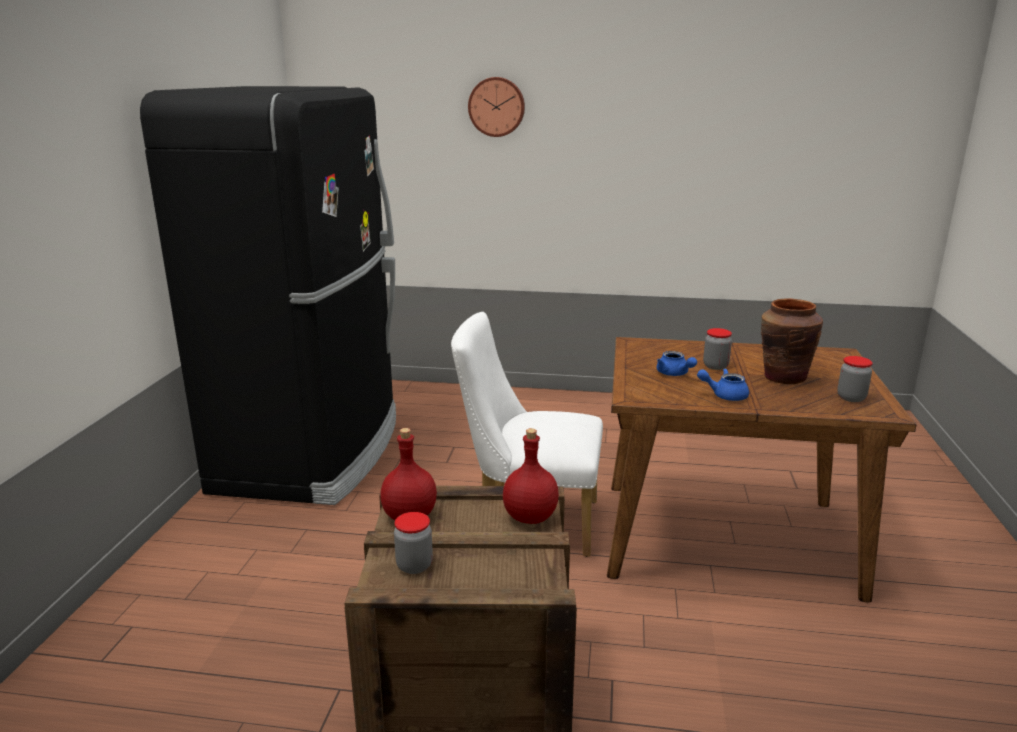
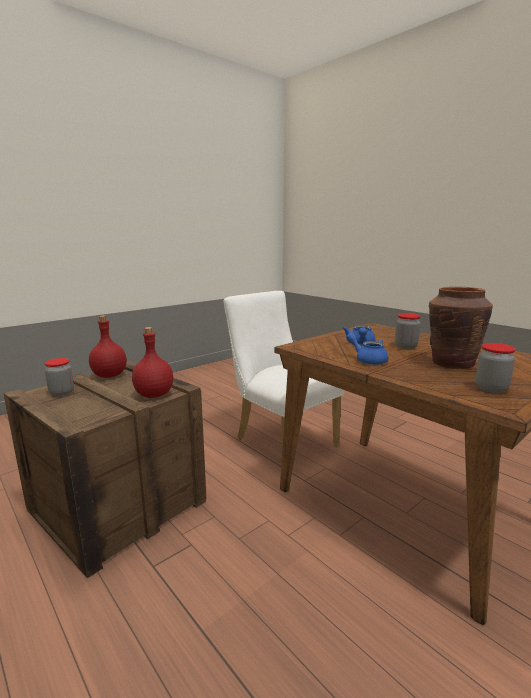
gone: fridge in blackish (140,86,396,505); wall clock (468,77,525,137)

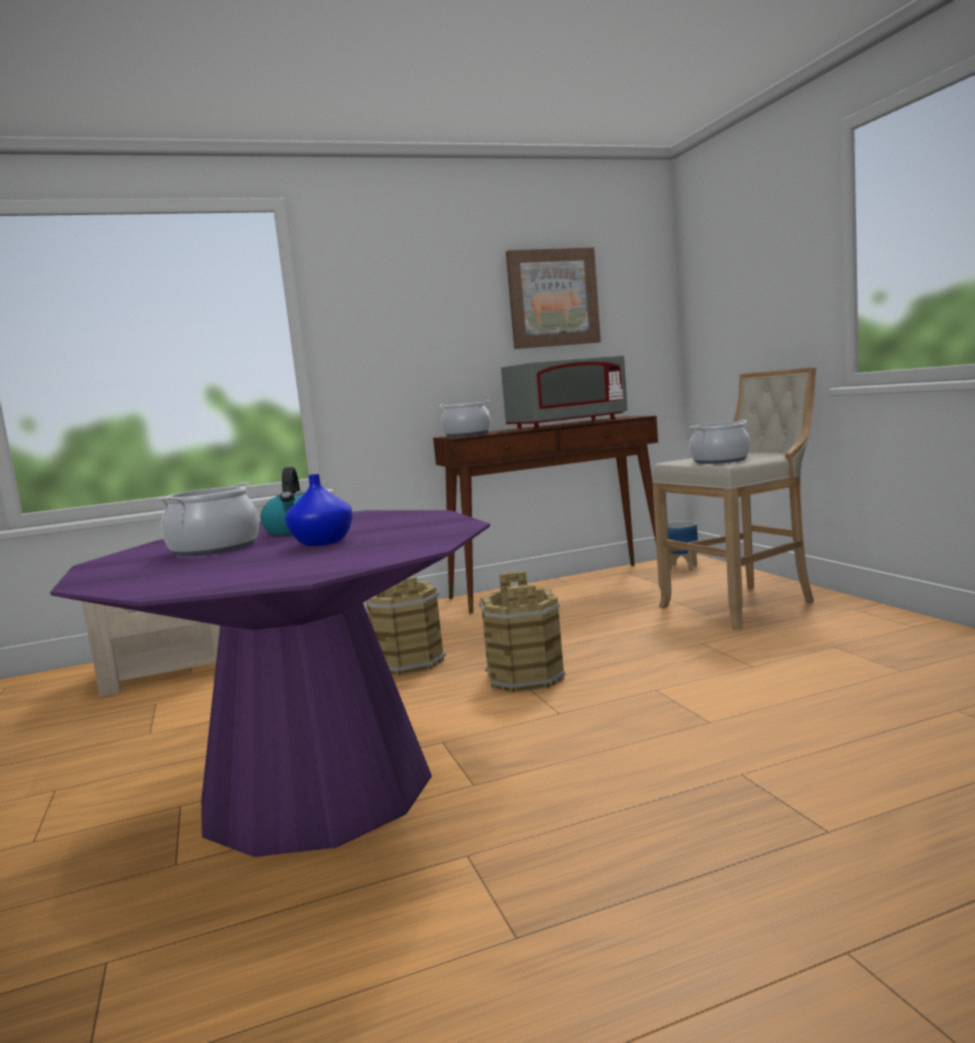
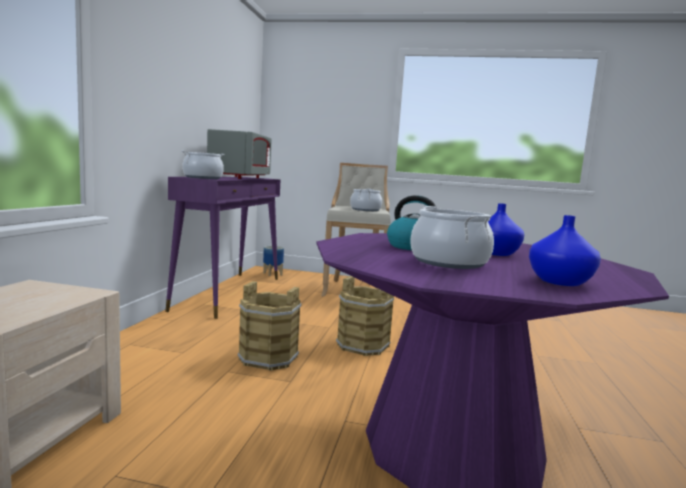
gone: wall picture (506,248,601,349)
new: vase in blue (529,215,601,286)
repainted: narrow table in brownish (433,416,658,614) to narrow table in purple (165,177,280,319)

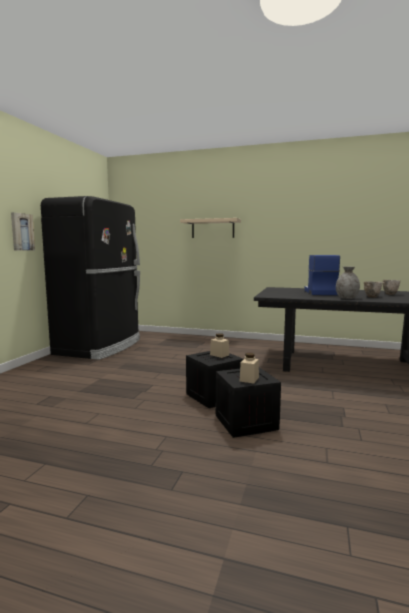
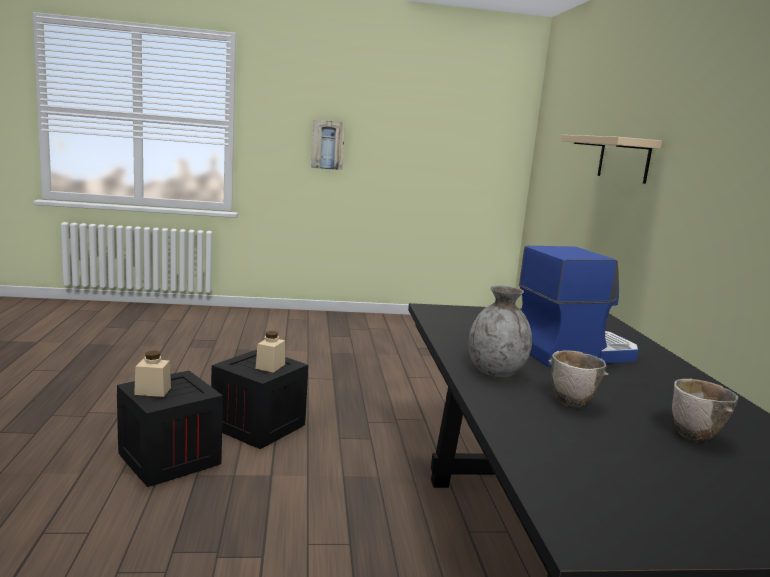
gone: fridge in blackish (41,196,140,360)

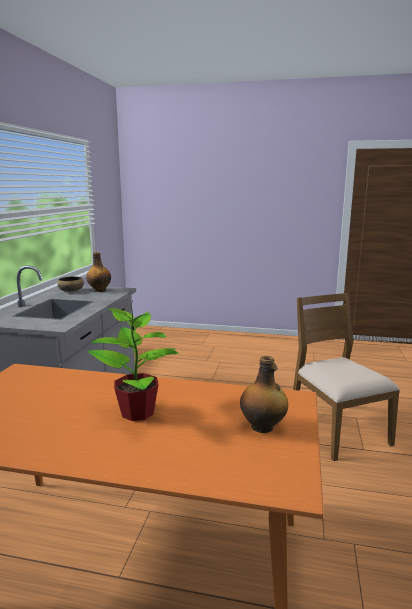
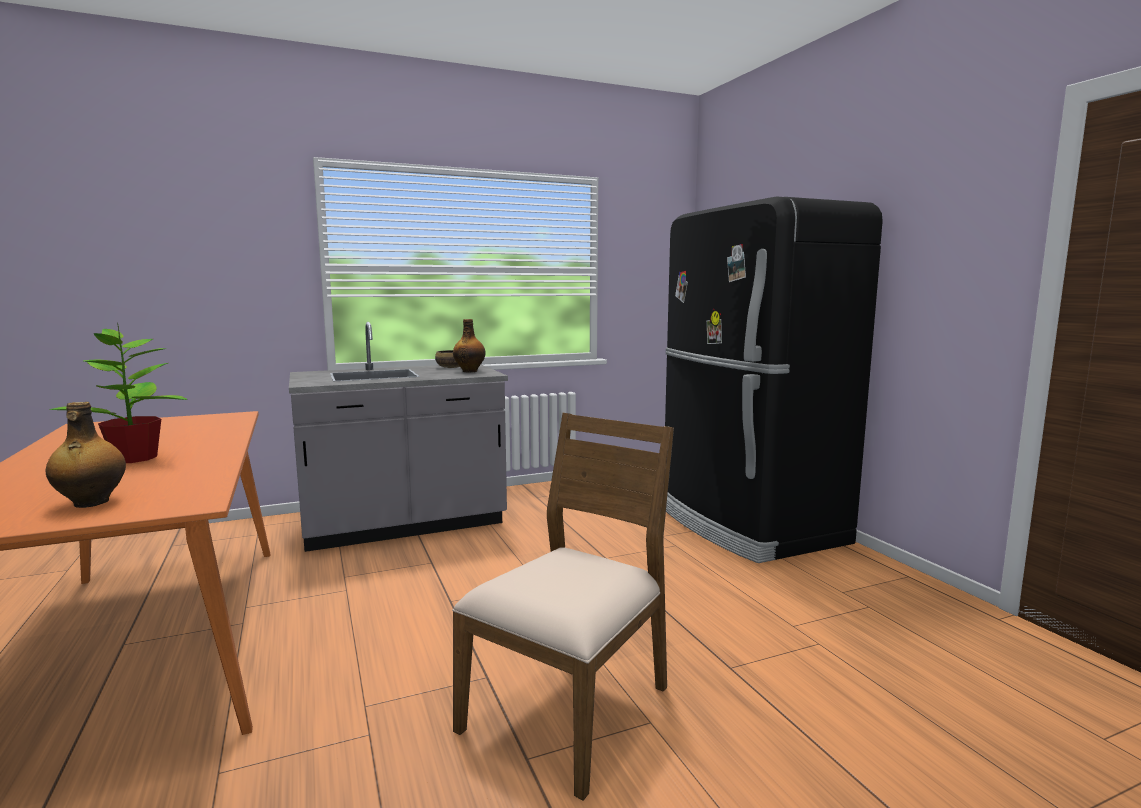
new: fridge in blackish (665,196,883,563)

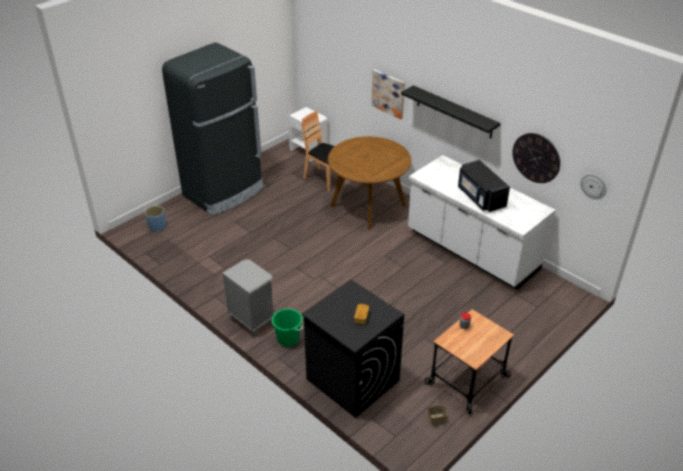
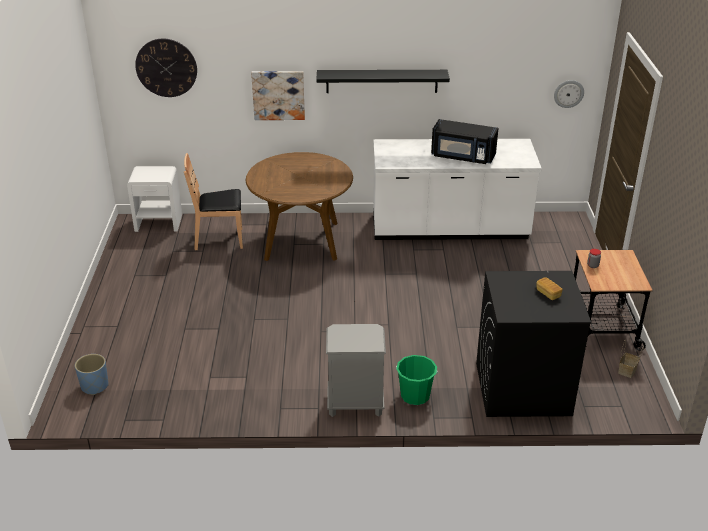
gone: fridge in blackish (162,42,263,216)
shifted: wall clock (513,133,560,183) to (135,39,197,97)

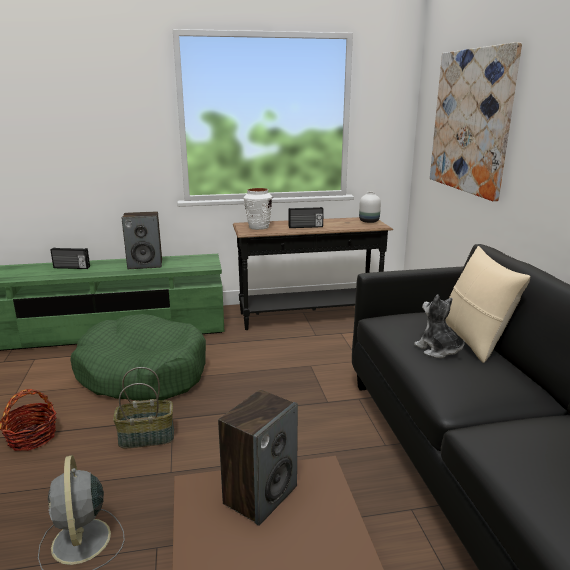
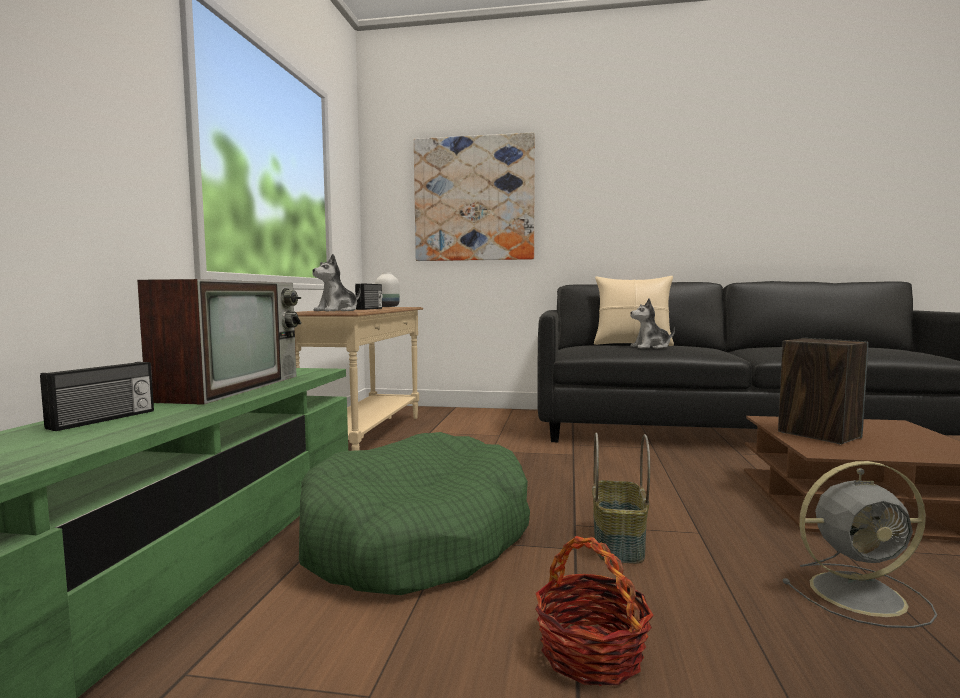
swapped: loudspeaker (122,212,162,269) to television (137,279,302,405); vase in white (244,188,272,230) to cuddly toy (312,254,360,311)
repainted: narrow table in blackish (233,217,393,330) to narrow table in sand-coloured (295,307,423,451)

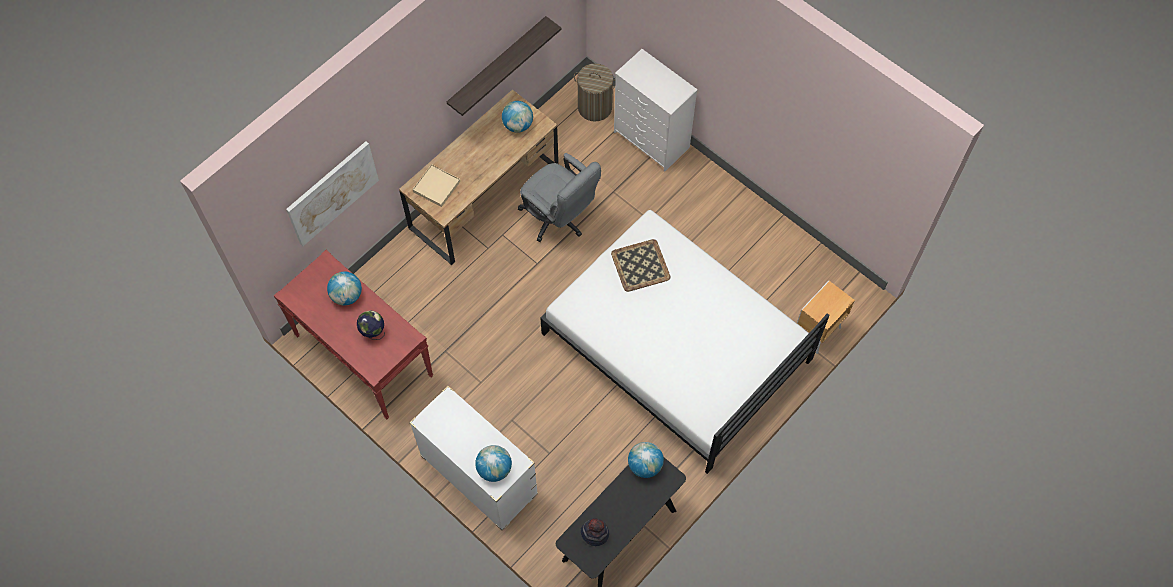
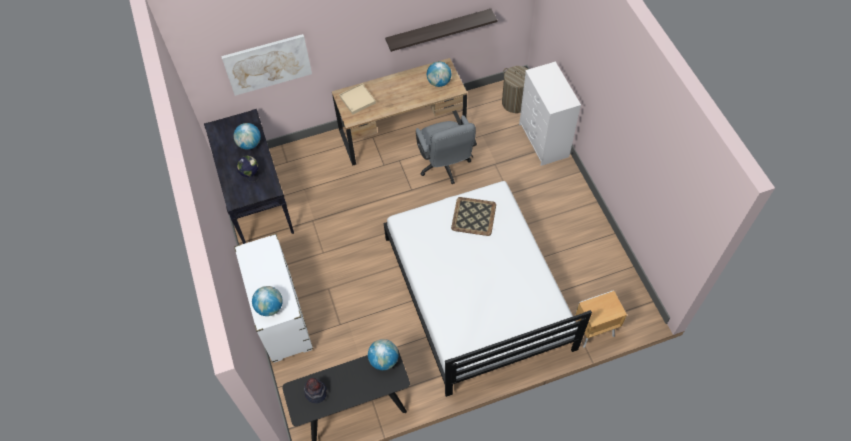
repainted: narrow table in red-coloured (274,250,433,419) to narrow table in blackish (204,109,294,244)

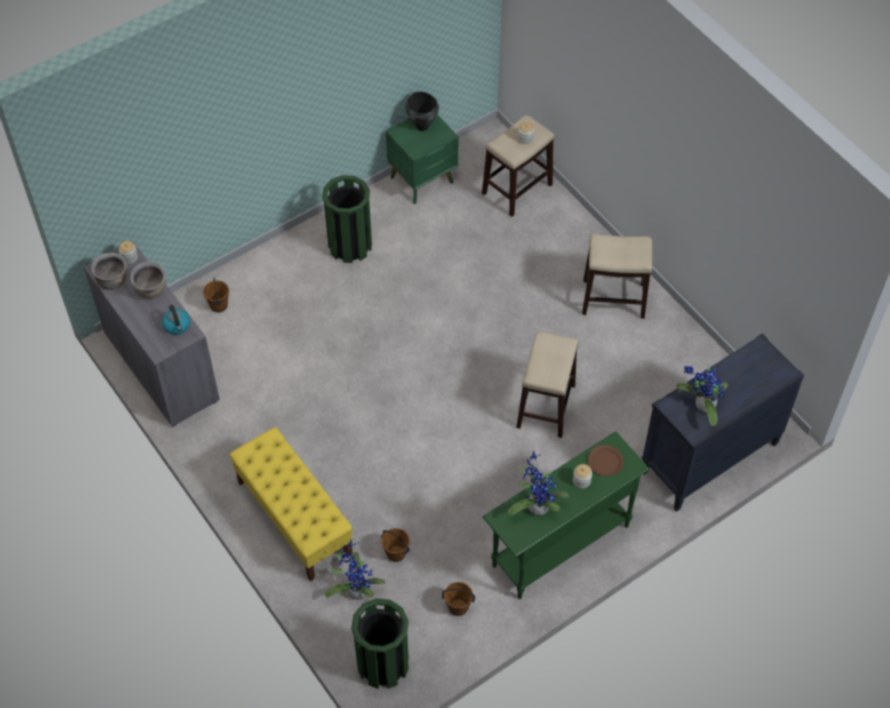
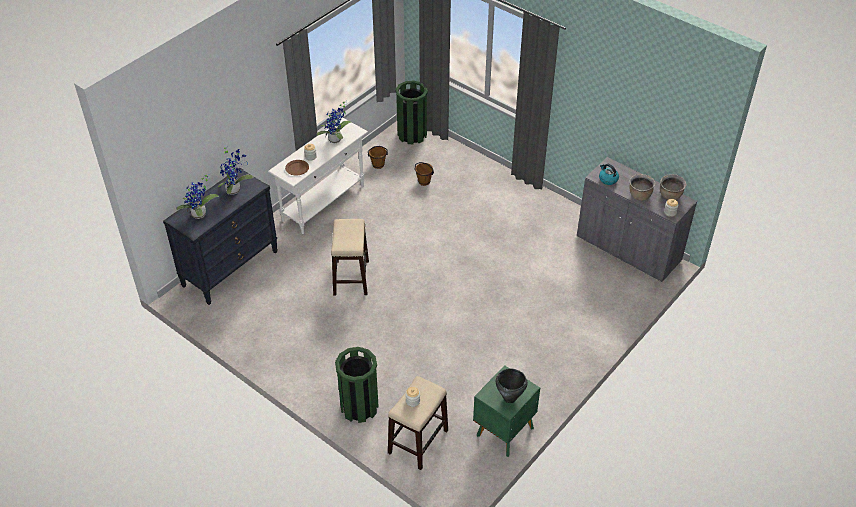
gone: pail in brownish (203,278,229,312); long seat in yellow-coloured (229,427,353,581); sitting stool (582,233,652,319)
shifted: houseplant (325,540,385,600) to (176,174,219,219); rubbish bin in greenish (322,175,372,263) to (335,347,379,423)
repainted: narrow table in greenish (483,431,650,599) to narrow table in white (268,118,368,234)

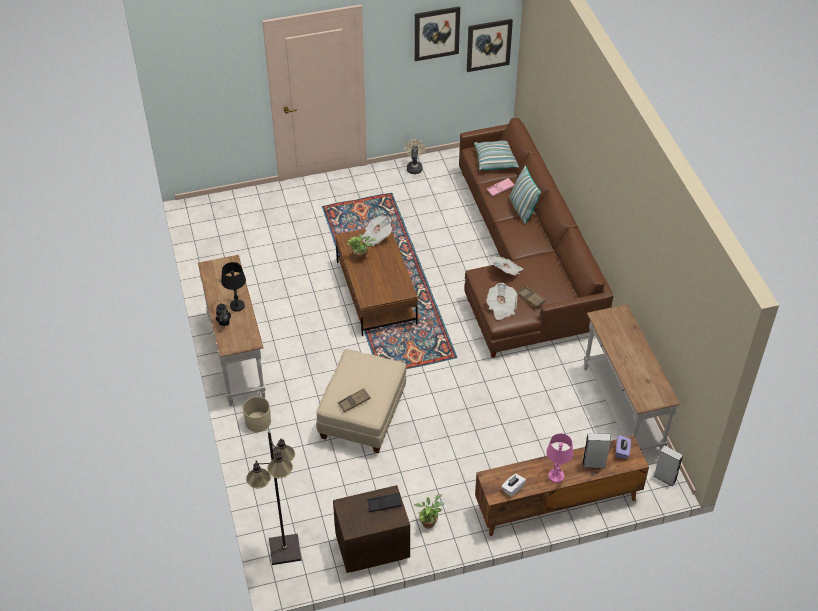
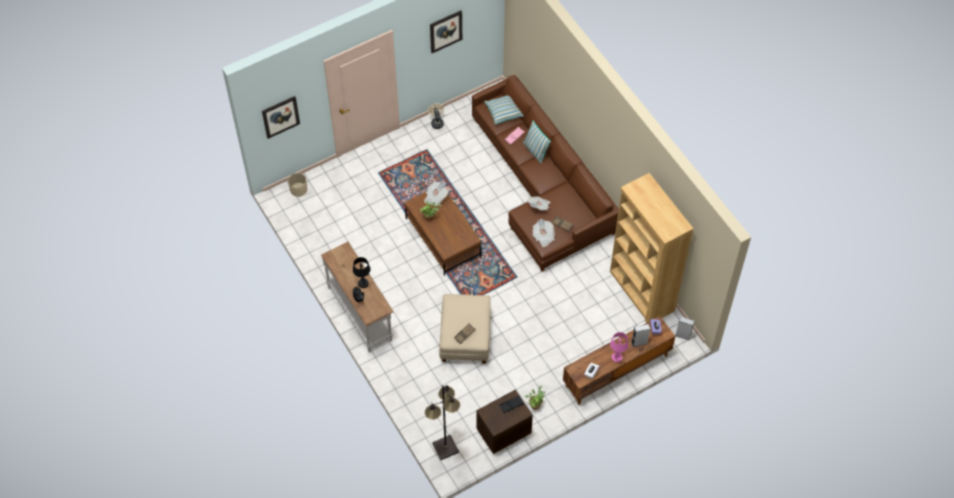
shifted: wall picture (467,19,513,72) to (262,96,300,139); planter in sand-coloured (243,397,271,432) to (288,173,307,197)
swapped: narrow table in white (584,304,680,451) to bookcase in brownish (610,173,694,323)

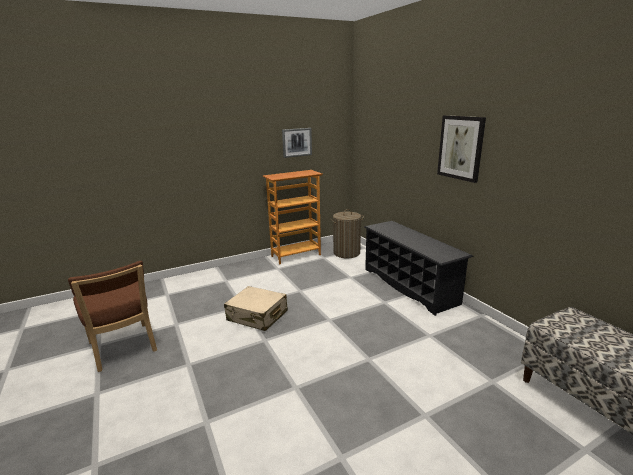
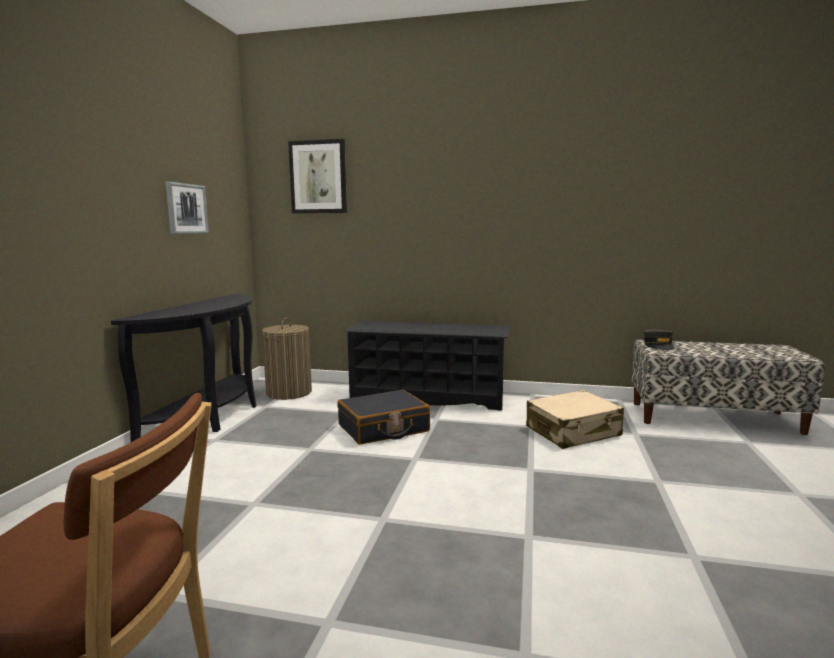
new: piece of luggage in blackish (337,390,430,444); baseball cap in greyish (644,329,674,350)
shifted: wall picture (437,115,486,183) to (288,139,347,214); piece of luggage in sand-coloured (224,286,288,331) to (526,390,624,449)
swapped: bookcase (263,170,322,264) to narrow table in blackish (111,294,256,442)

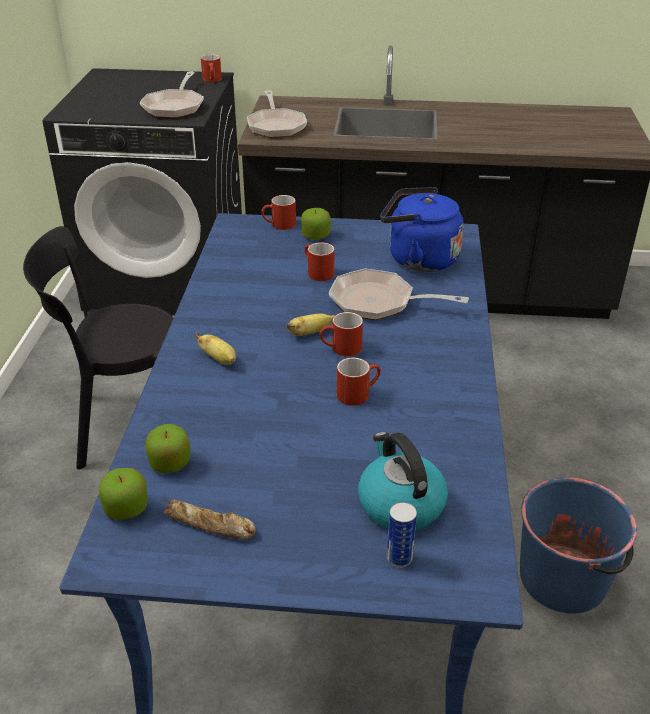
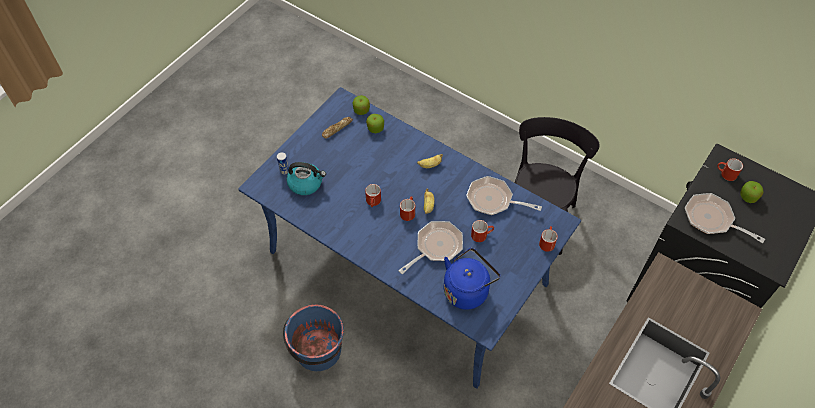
shifted: skillet (247,91,307,138) to (466,176,542,215); tea mug in red-coloured (201,54,222,82) to (718,158,743,181); apple (301,208,331,240) to (741,181,763,203)

